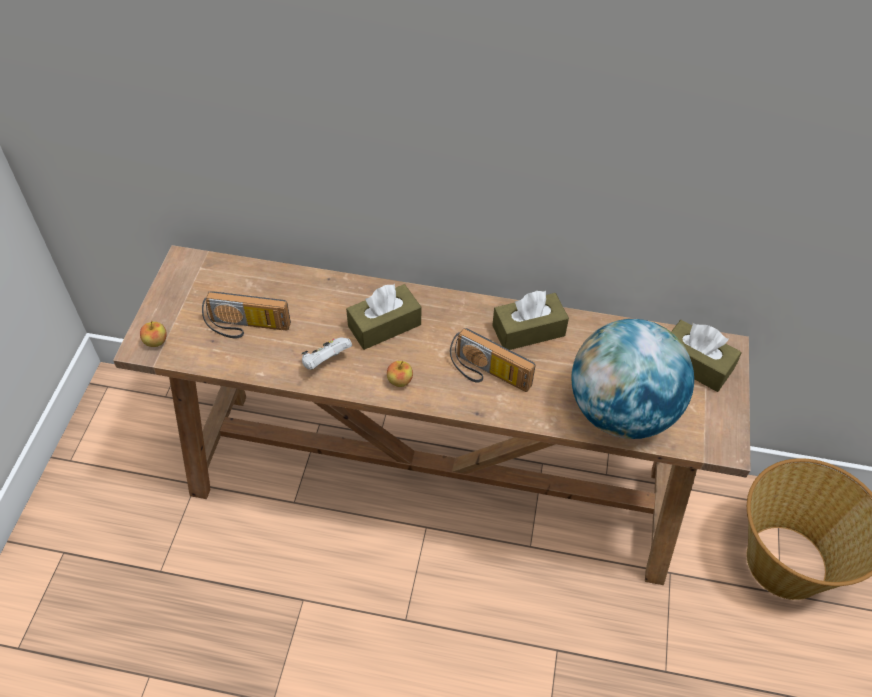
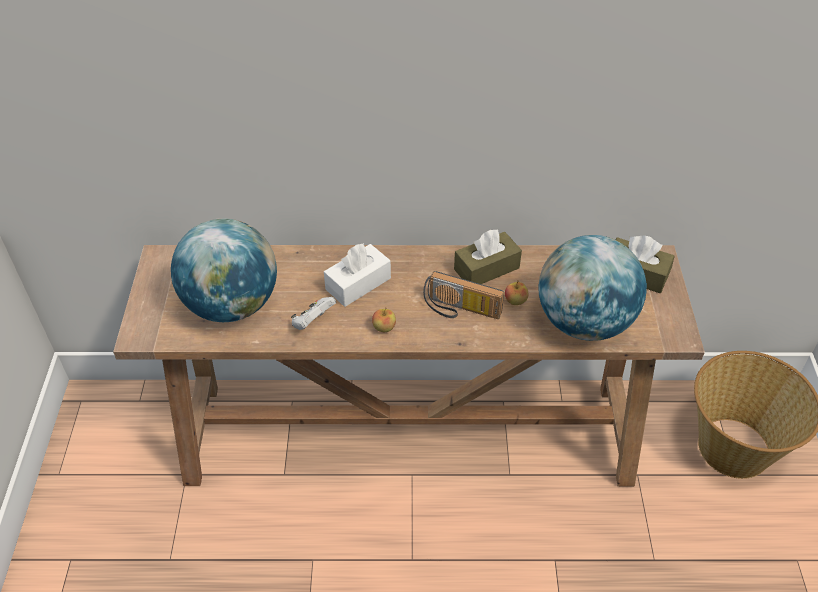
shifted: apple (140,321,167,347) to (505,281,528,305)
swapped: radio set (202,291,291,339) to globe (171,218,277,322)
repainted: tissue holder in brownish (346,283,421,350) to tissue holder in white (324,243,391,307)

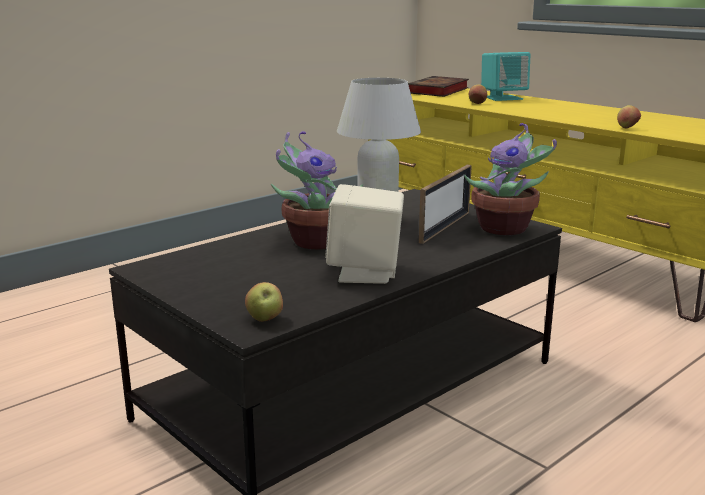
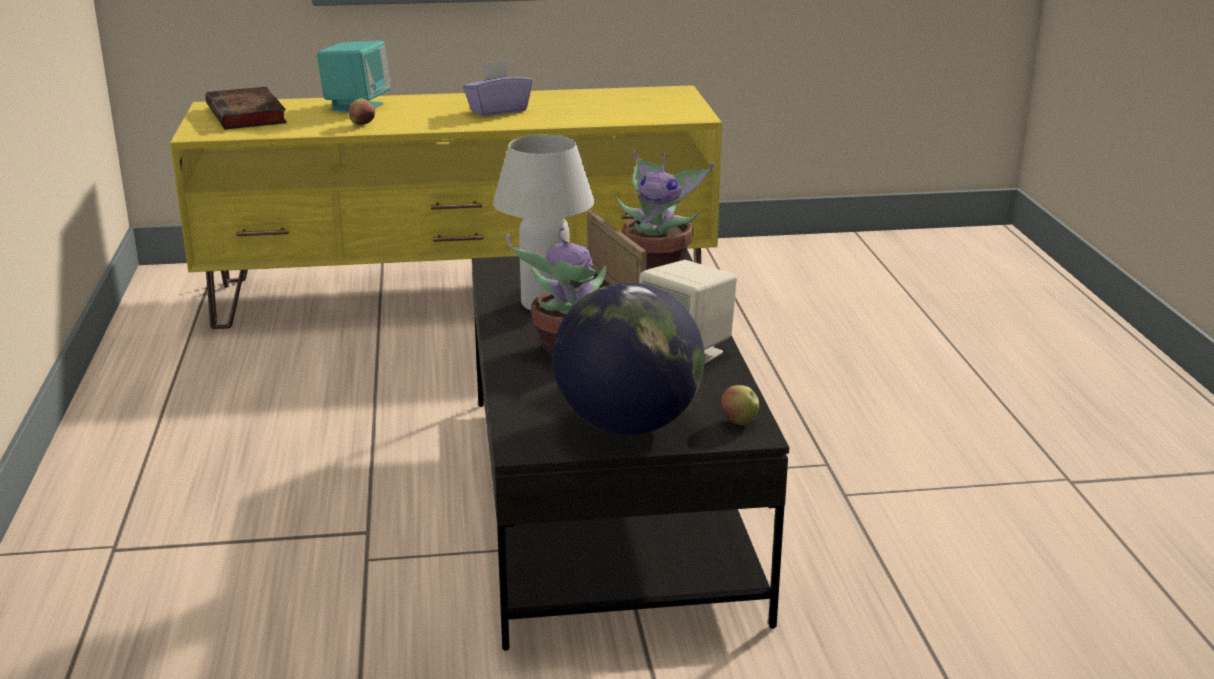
gone: apple (617,105,641,129)
new: tissue holder in purple (463,61,533,116); globe (553,282,705,435)

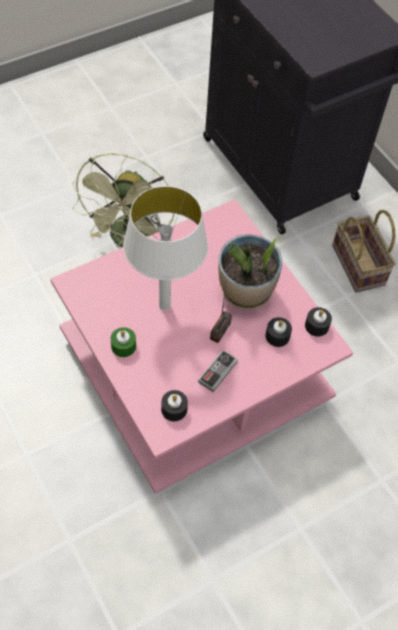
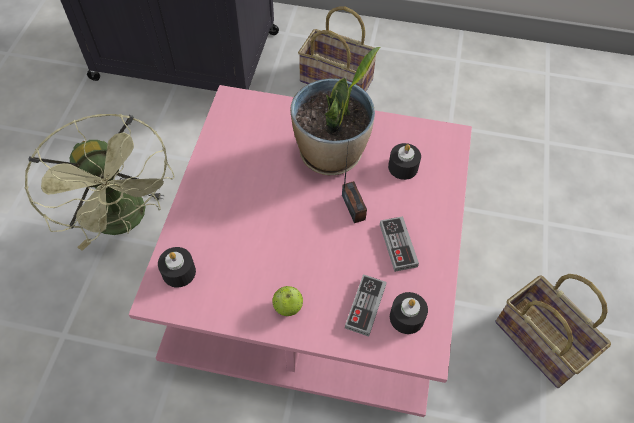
gone: tabletop lamp in white (123,186,208,311)
new: joypad (345,274,387,337); household basket (495,274,611,388)
shifted: wax light in blackish (305,307,332,337) to (158,247,196,288)
swapped: wax light in greenish (111,327,136,357) to apple (272,286,303,316)

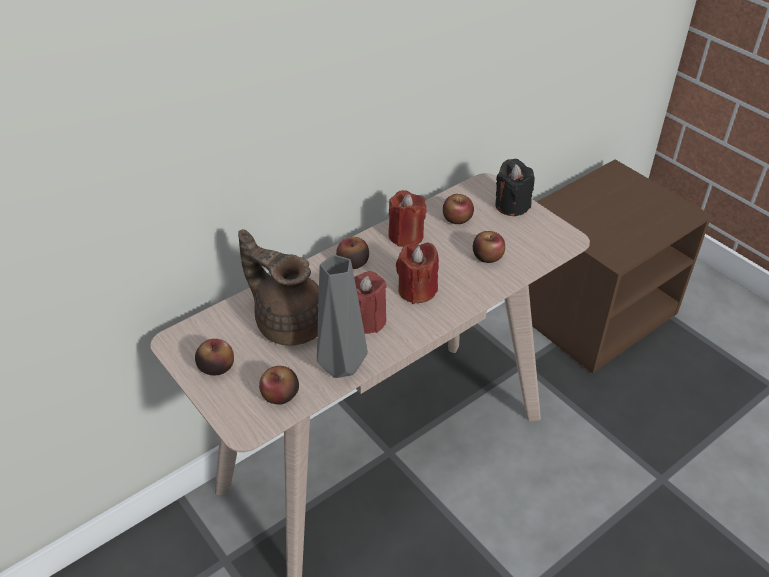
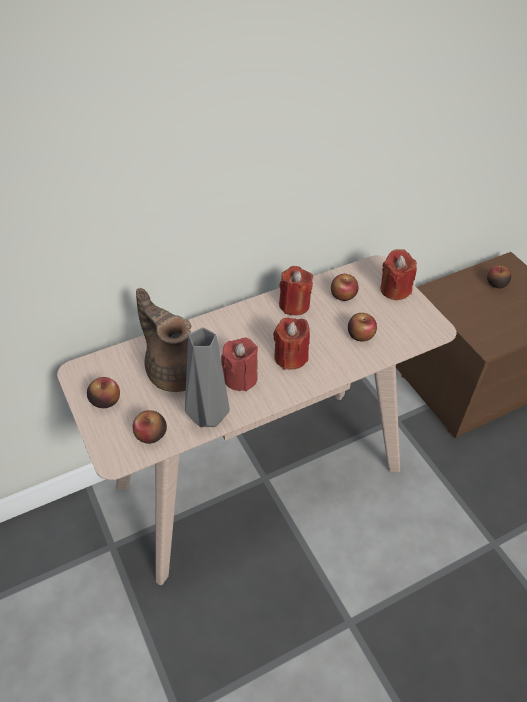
shifted: apple (336,237,369,269) to (487,266,511,288)
repainted: wax light in blackish (495,159,535,216) to wax light in red-coloured (380,249,417,300)

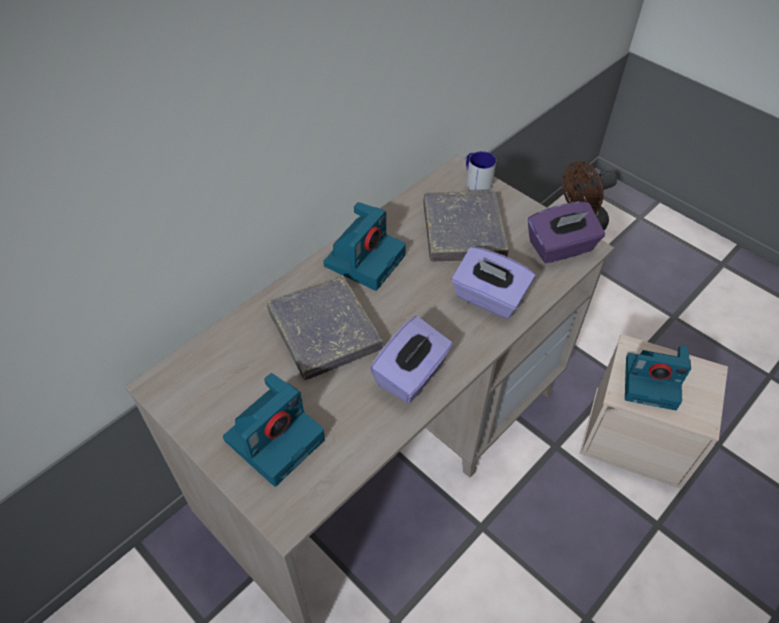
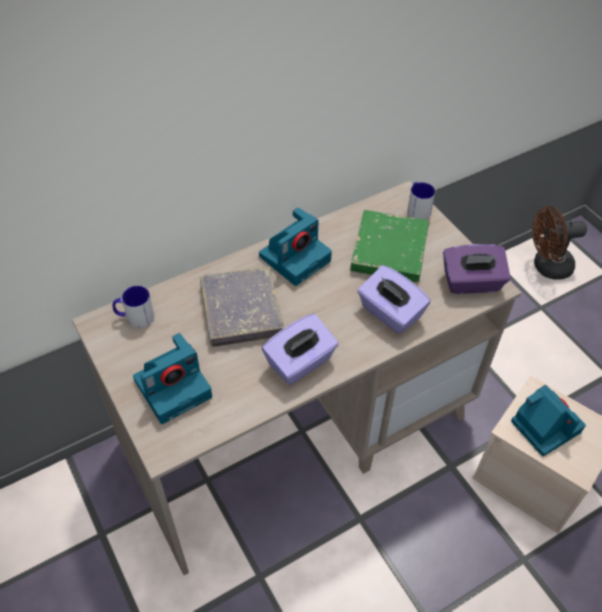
new: tea mug (113,286,155,328)
repainted: bound book in greyish (423,191,509,261) to bound book in greenish (350,210,429,282)
rotated: photo camera (625,345,691,410) = (511,385,586,456) 150 degrees counterclockwise

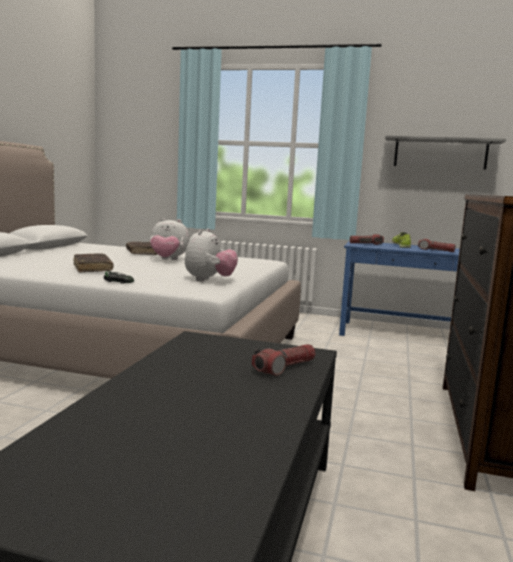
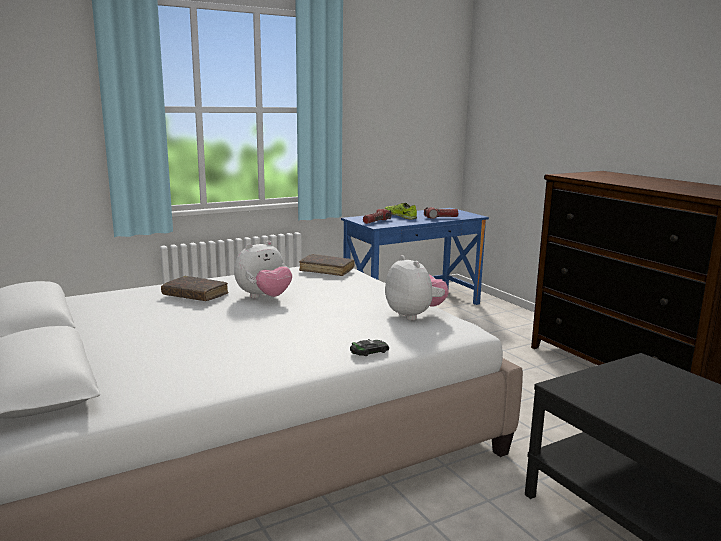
gone: hand torch (252,344,316,376); bracket shelf in greyish (385,135,506,170)
shifted: bound book in brownish (73,253,113,273) to (299,254,355,276)

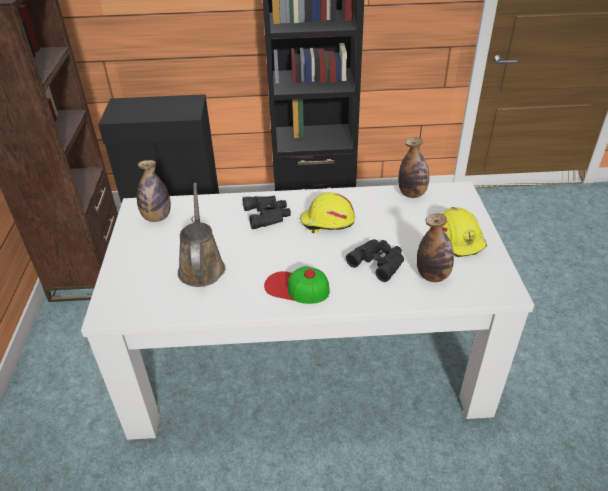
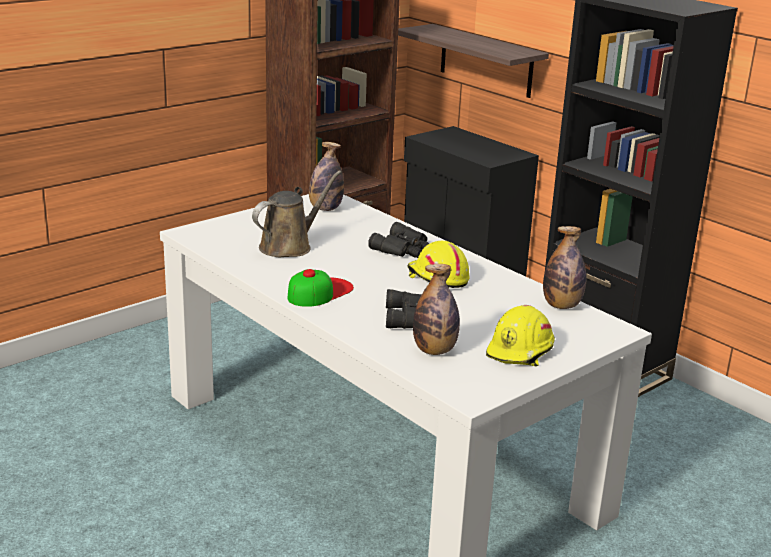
new: bracket shelf (398,24,549,98)
rotated: baseball cap (264,266,330,304) = (288,269,354,307) 60 degrees clockwise

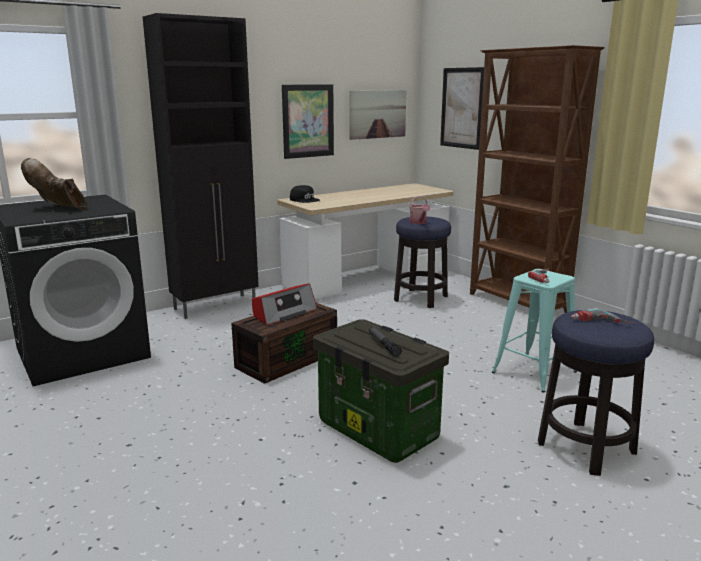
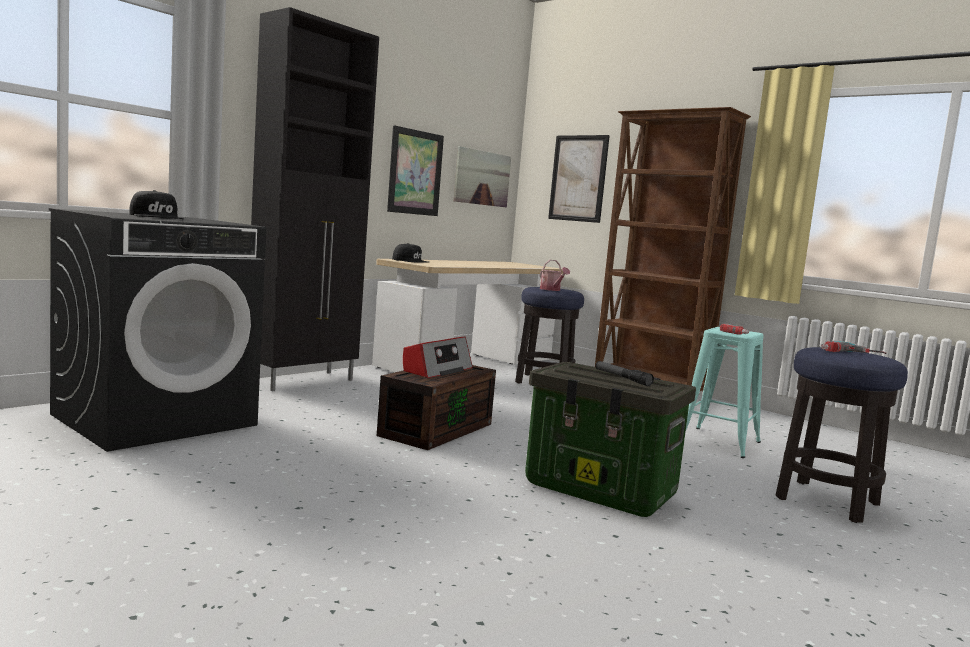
swapped: boot in brownish (21,158,87,210) to baseball cap in blackish (129,190,184,219)

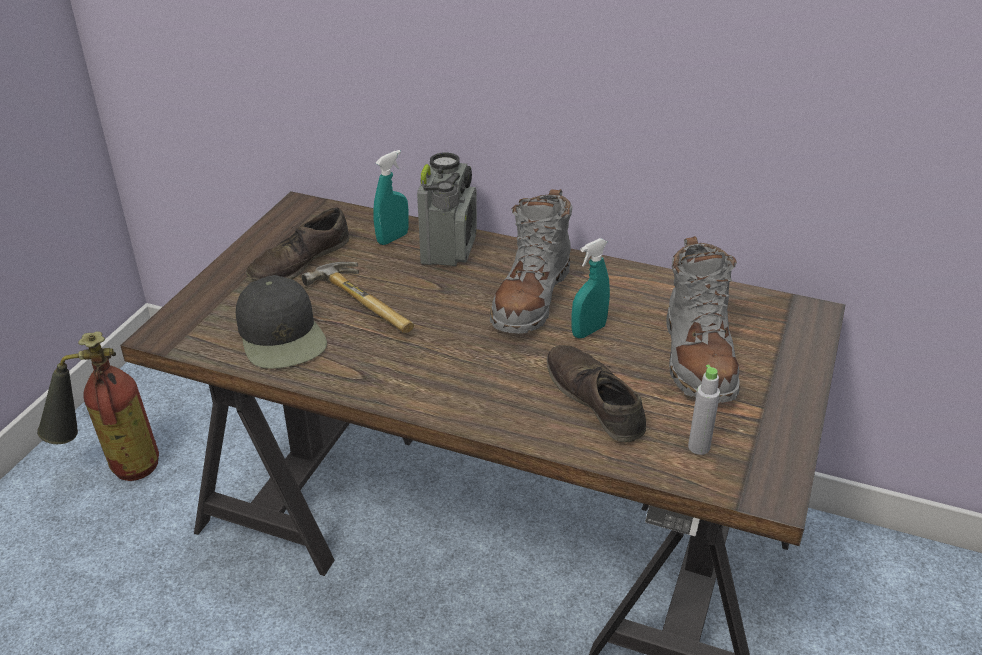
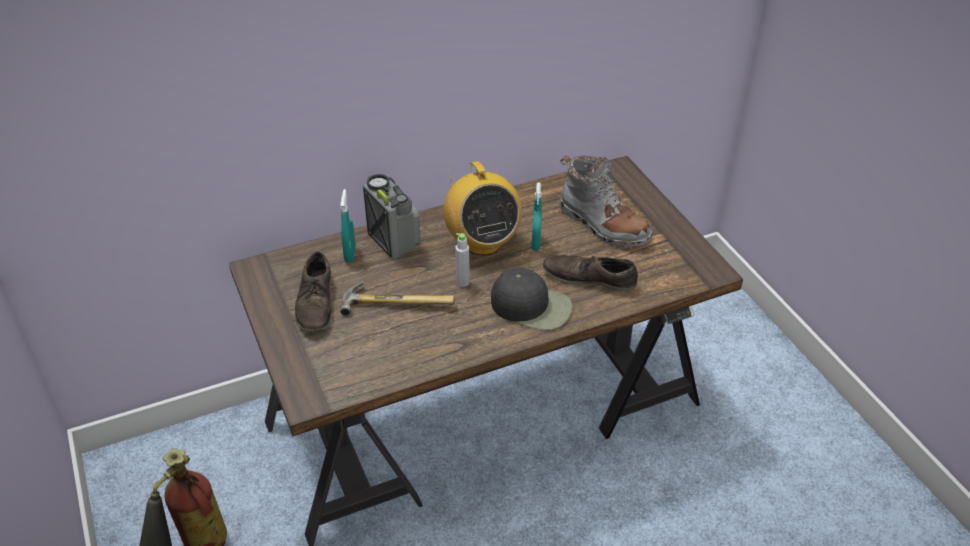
shifted: beverage bottle in greyish (688,364,720,455) to (455,233,470,287); baseball cap in blackish (236,275,327,369) to (491,268,573,330)
swapped: boot in greyish (490,189,572,334) to radio set (443,161,522,255)

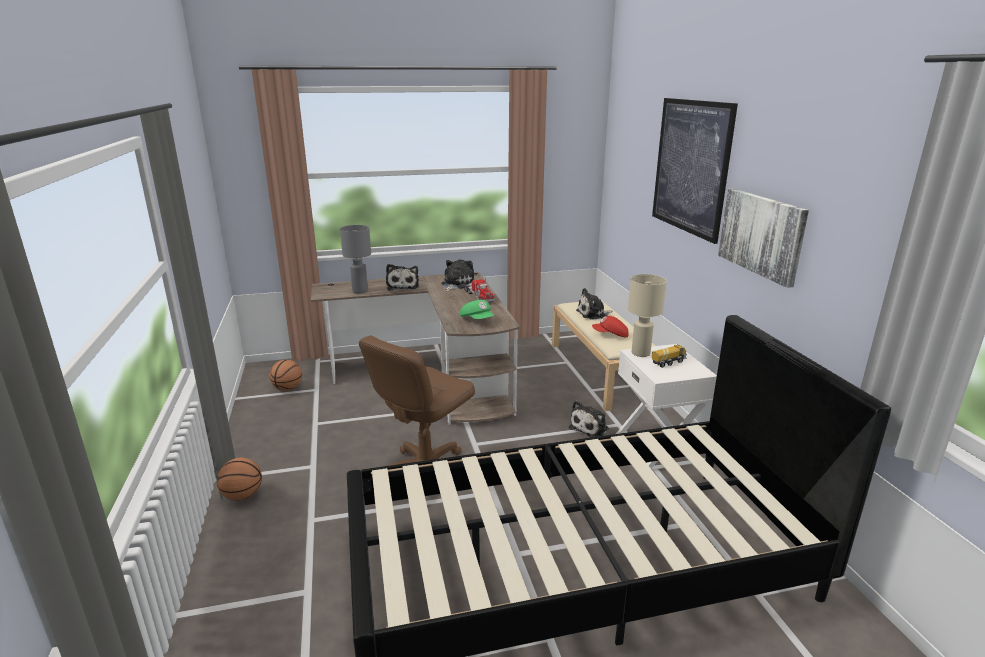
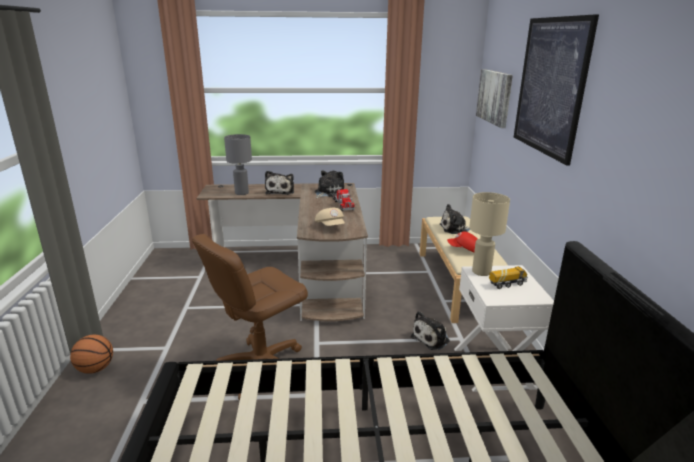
gone: basketball (269,360,302,391)
shifted: wall picture (718,189,809,288) to (476,69,513,128)
repainted: baseball cap in greenish (460,300,494,319) to baseball cap in sand-coloured (315,208,345,226)

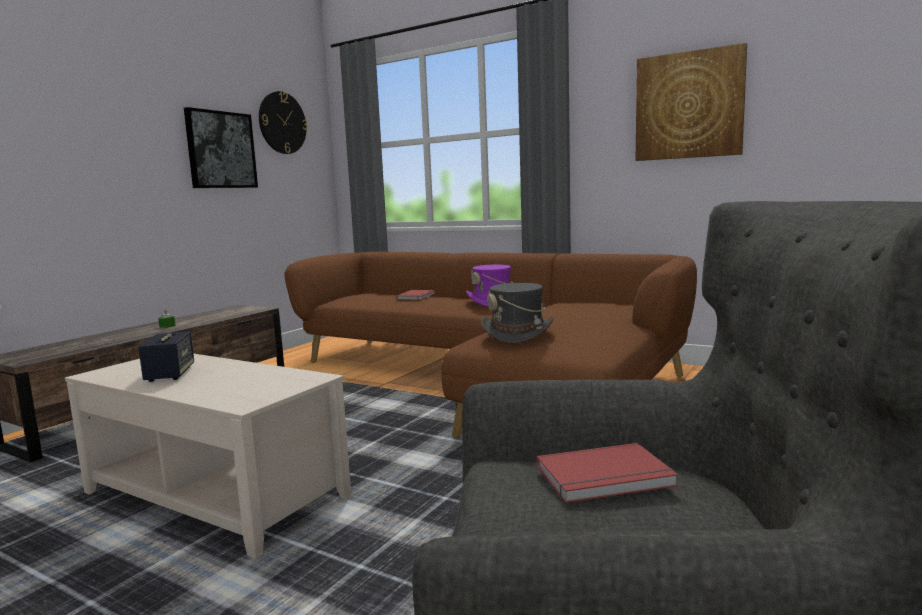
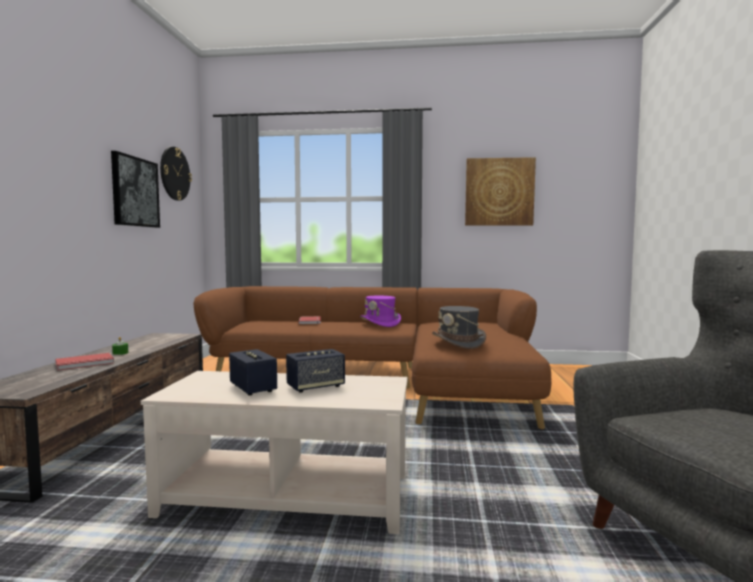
new: loudspeaker (286,349,345,393)
shifted: bound book in red-coloured (536,443,678,503) to (55,353,114,370)

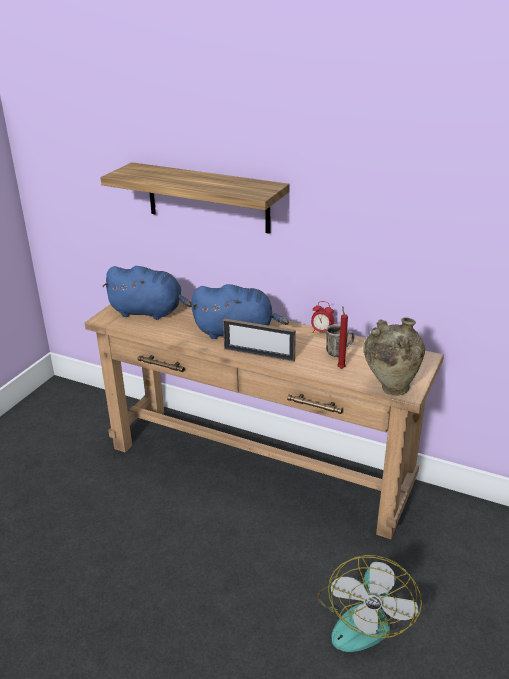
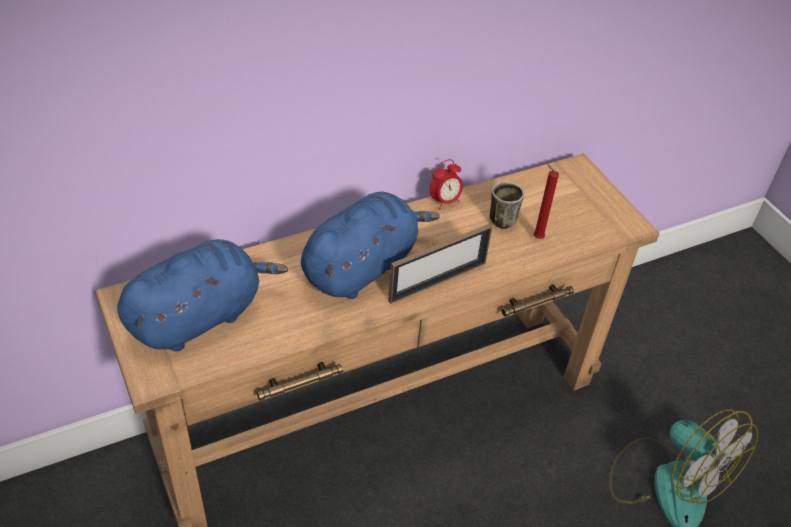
gone: bracket shelf (100,162,289,234); vase in sand-coloured (363,317,425,396)

